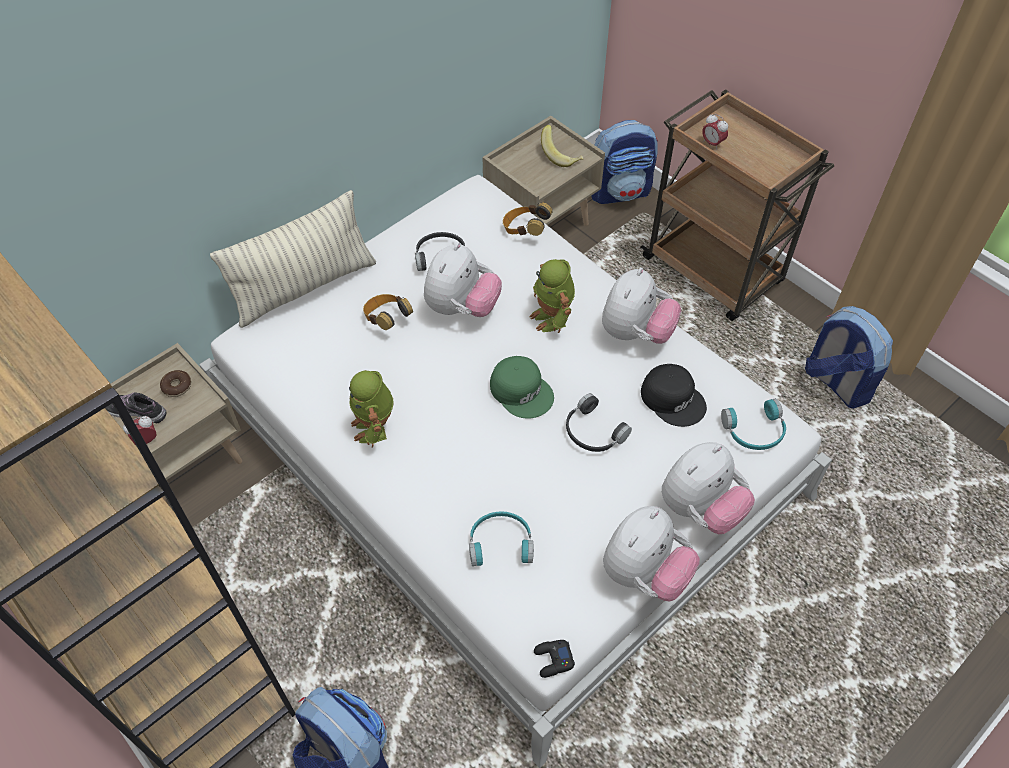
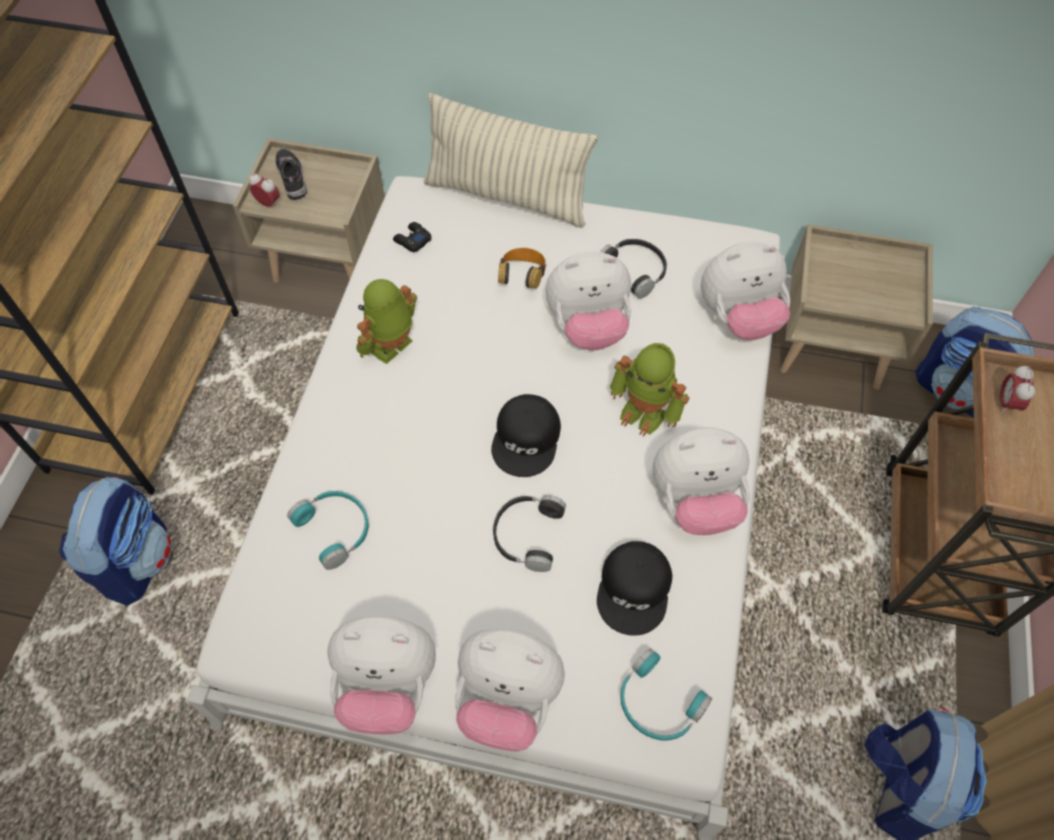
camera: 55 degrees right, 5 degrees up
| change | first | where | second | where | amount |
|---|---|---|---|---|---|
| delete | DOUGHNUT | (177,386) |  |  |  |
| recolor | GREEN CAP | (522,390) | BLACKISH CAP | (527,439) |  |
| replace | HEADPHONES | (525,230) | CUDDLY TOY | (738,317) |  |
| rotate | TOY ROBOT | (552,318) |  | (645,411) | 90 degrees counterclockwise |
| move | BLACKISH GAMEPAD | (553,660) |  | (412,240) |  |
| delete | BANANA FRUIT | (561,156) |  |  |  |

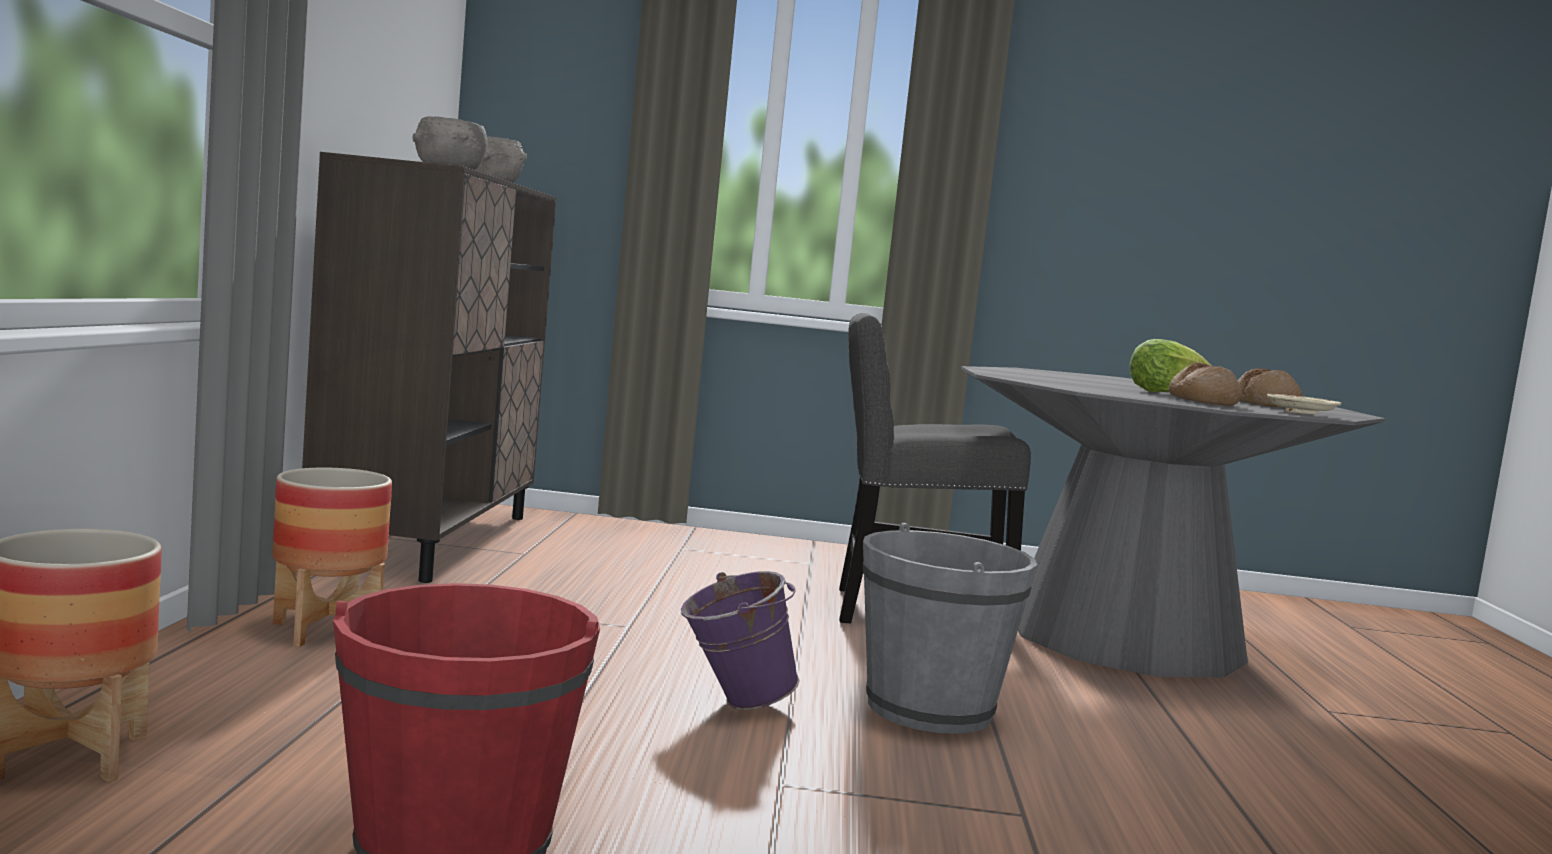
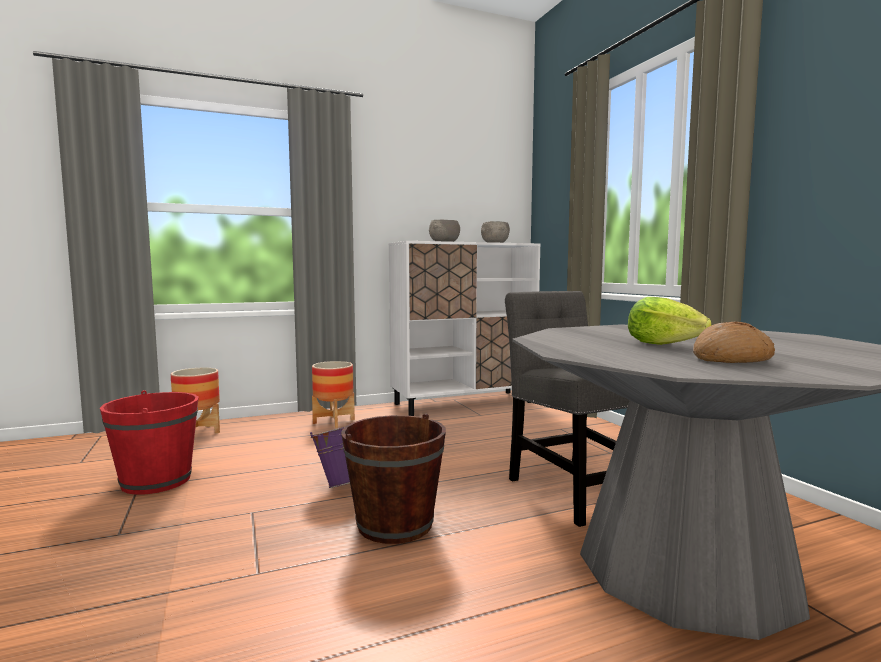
camera: 65 degrees right, 0 degrees up
| change | first | where | second | where | amount |
|---|---|---|---|---|---|
| recolor | BROWN STORAGE CABINET | (429,540) | WHITE-COLOURED STORAGE CABINET | (464,403) |  |
| recolor | GRAY BUCKET | (929,709) | BROWN BUCKET | (395,524) |  |
| delete | BAKED BREAD | (1202,401) |  |  |  |
| delete | BEIGE-COLOURED PLATE | (1301,413) |  |  |  |

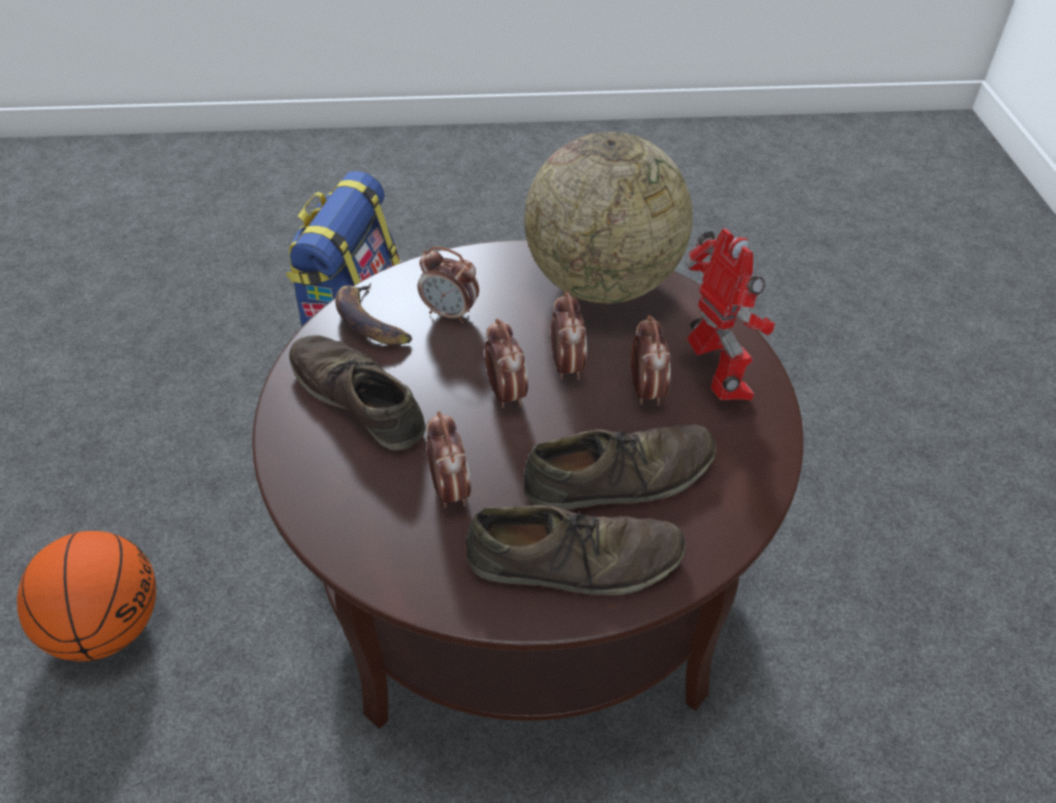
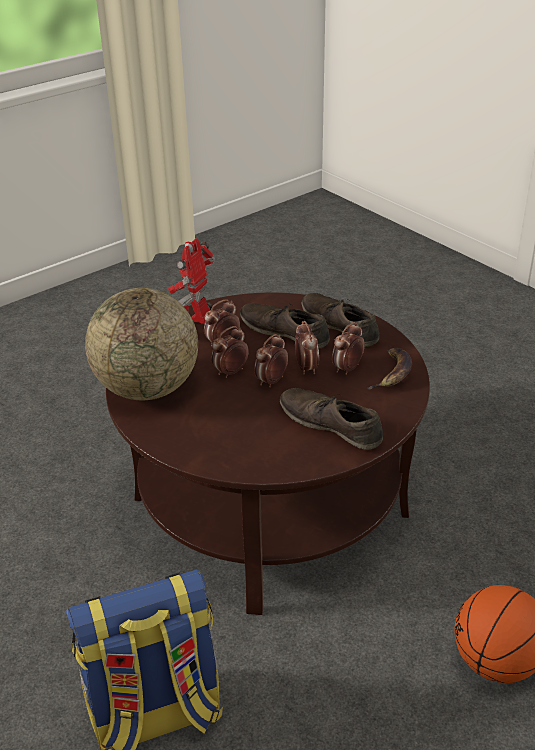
camera: 125 degrees left, 10 degrees down
| change | first | where | second | where | amount |
|---|---|---|---|---|---|
| rotate | BROWN LOW SHOE | (358,399) |  | (330,424) | 120 degrees clockwise |
| move | BANANA FRUIT | (370,322) |  | (392,373) |  |
| move | ALARM CLOCK | (450,314) |  | (306,368) |  |

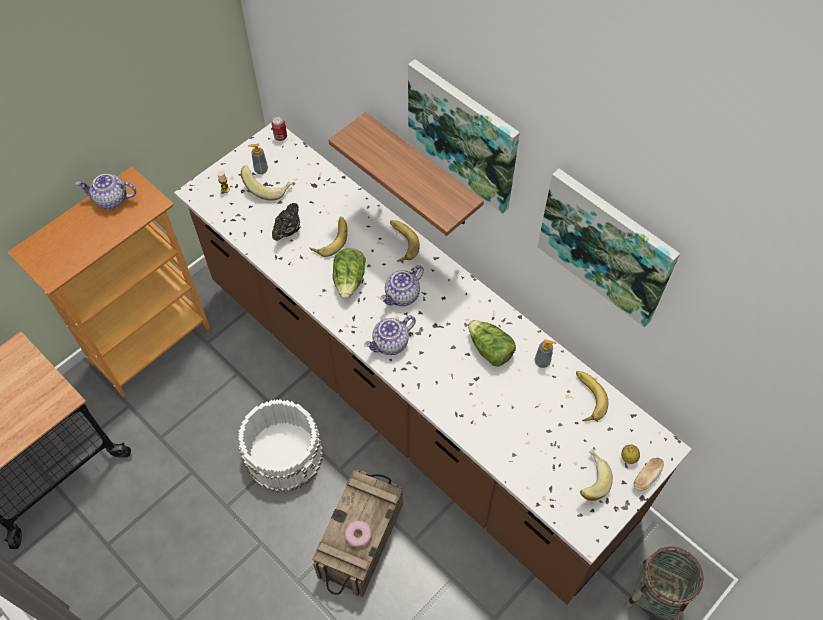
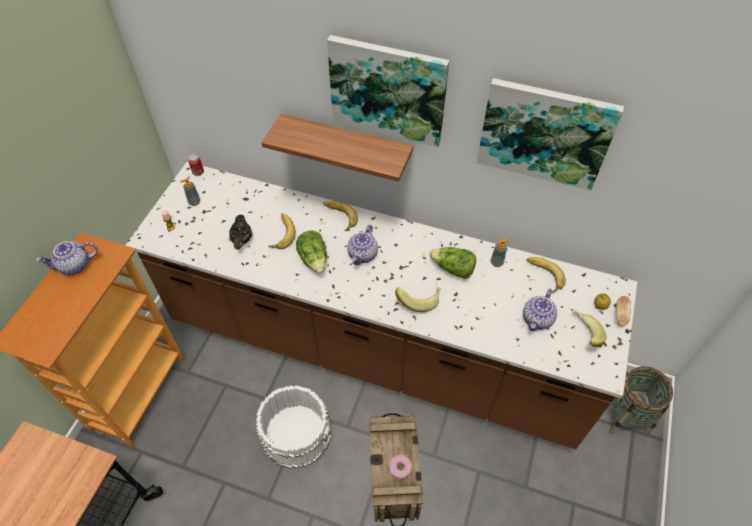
camera: 25 degrees left, 5 degrees down
| change | first | where | second | where | amount |
|---|---|---|---|---|---|
| move | BANANA FRUIT | (268,188) |  | (418,300) |  |
| move | TEA POT | (390,344) |  | (537,319) |  |

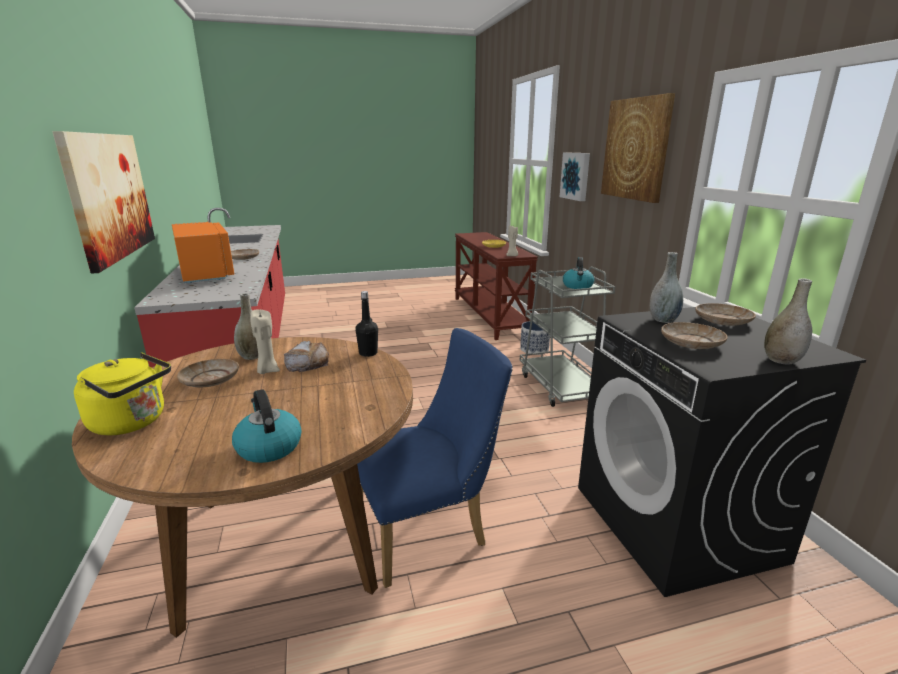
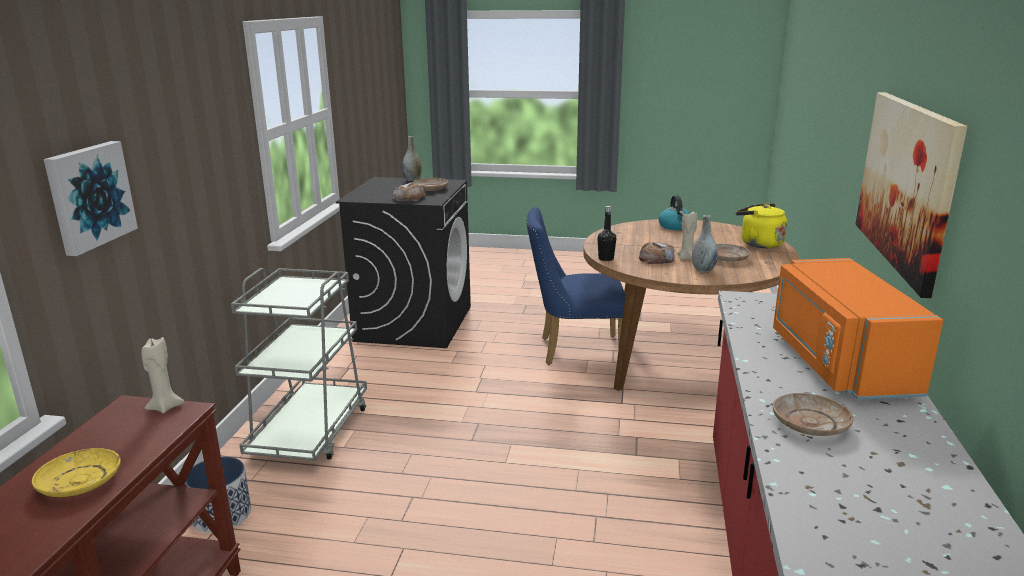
camera: 155 degrees left, 0 degrees up
| change | first | where | second | where | amount |
|---|---|---|---|---|---|
| delete | TEA KETTLE | (578,286) |  |  |  |
| delete | PICTURE | (636,149) |  |  |  |
| replace | GRAY FLOWER VASE | (663,320) | BAKED BREAD | (409,198) |  |
| delete | BEIGE-COLOURED PLATE | (722,321) |  |  |  |

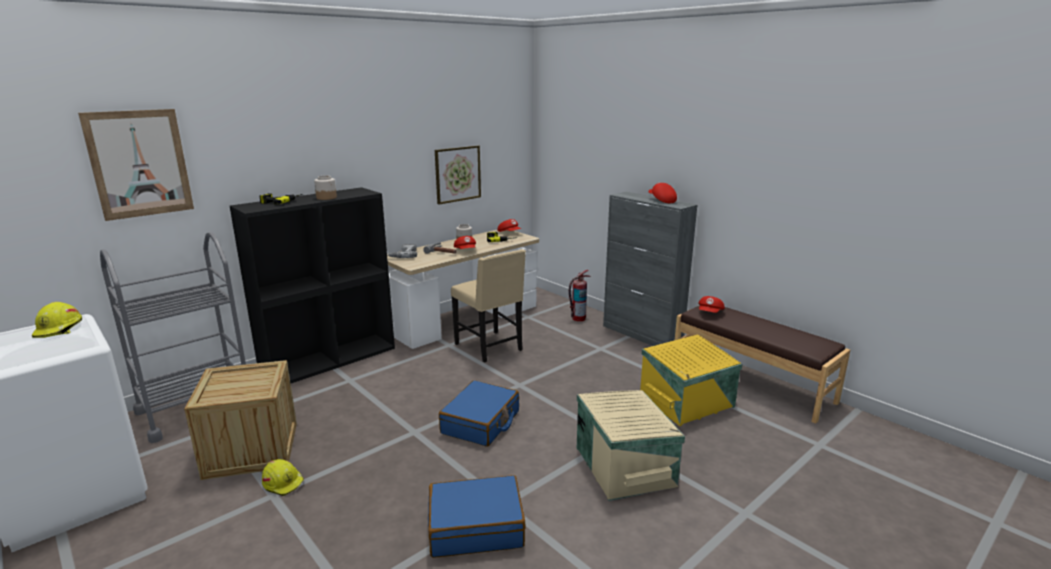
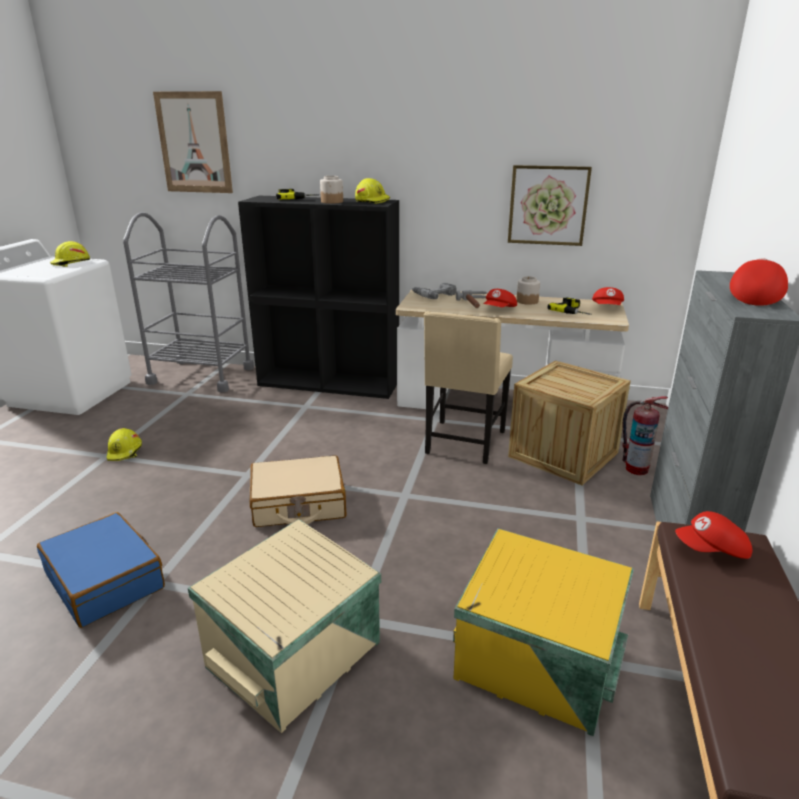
camera: 55 degrees right, 5 degrees up
| change | first | where | second | where | amount |
|---|---|---|---|---|---|
| move | CRATE | (252,450) |  | (563,454) |  |
| recolor | BLUE-COLOURED TRAVEL CASE | (481,423) | BEIGE-COLOURED TRAVEL CASE | (298,504) |  |
| insert |  |  | YELLOW HARD HAT | (372,201) |  |

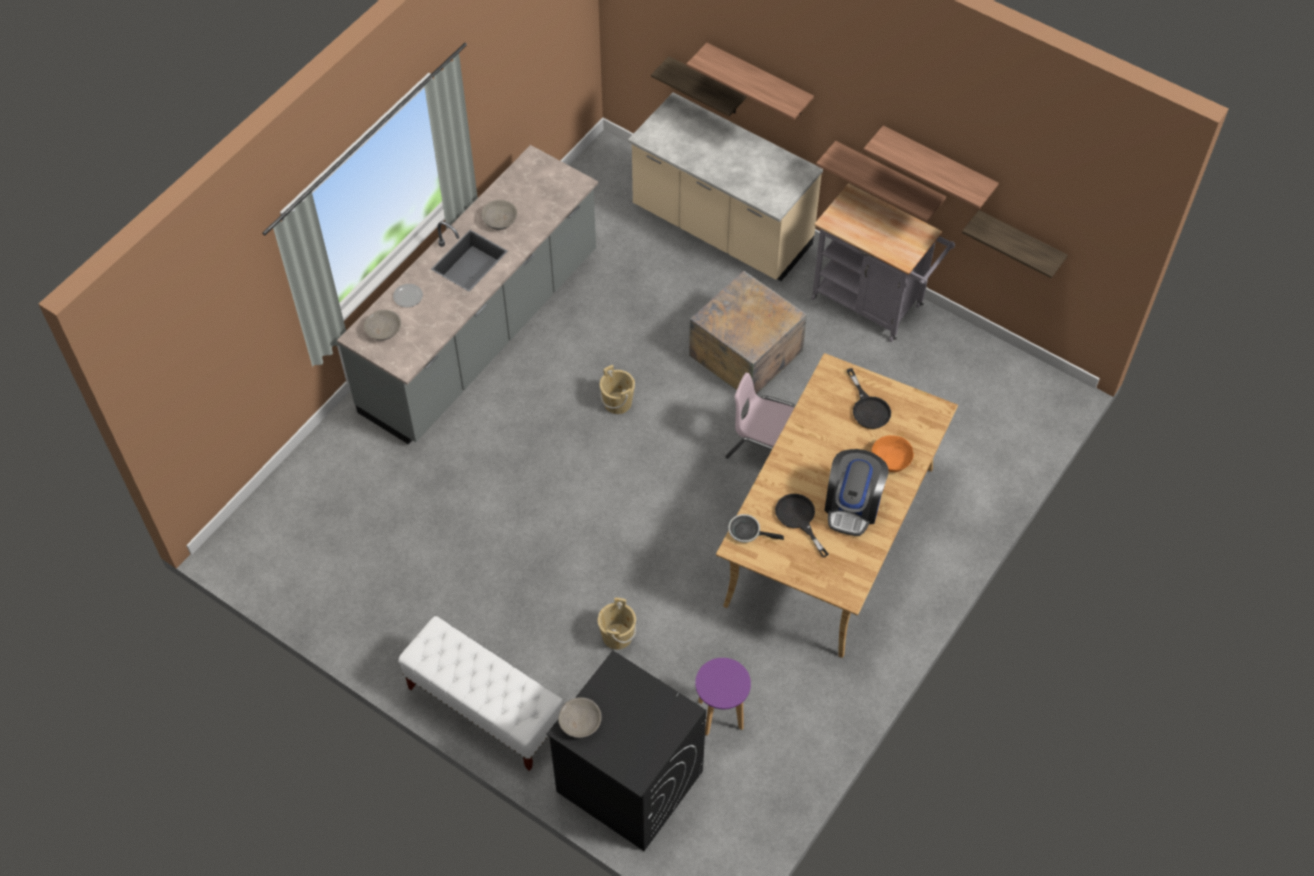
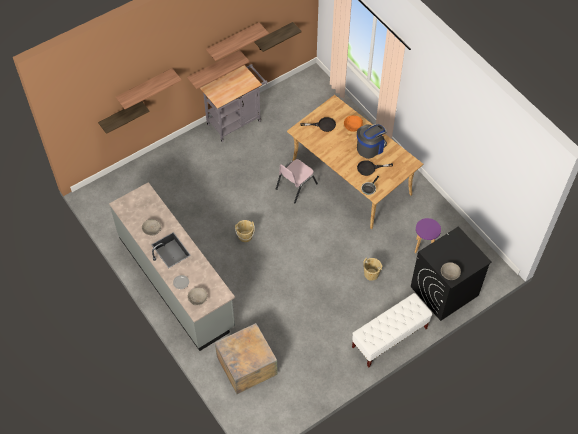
camera: 70 degrees left, 0 degrees up
| change | first | where | second | where | amount |
|---|---|---|---|---|---|
| delete | BEIGE-COLOURED KITCHEN BASE UNIT | (721,229) |  |  |  |
| move | CRATE | (746,354) |  | (248,366) |  |
| rotate | COFFEE MACHINE | (852,506) |  | (370,147) | 75 degrees counterclockwise |

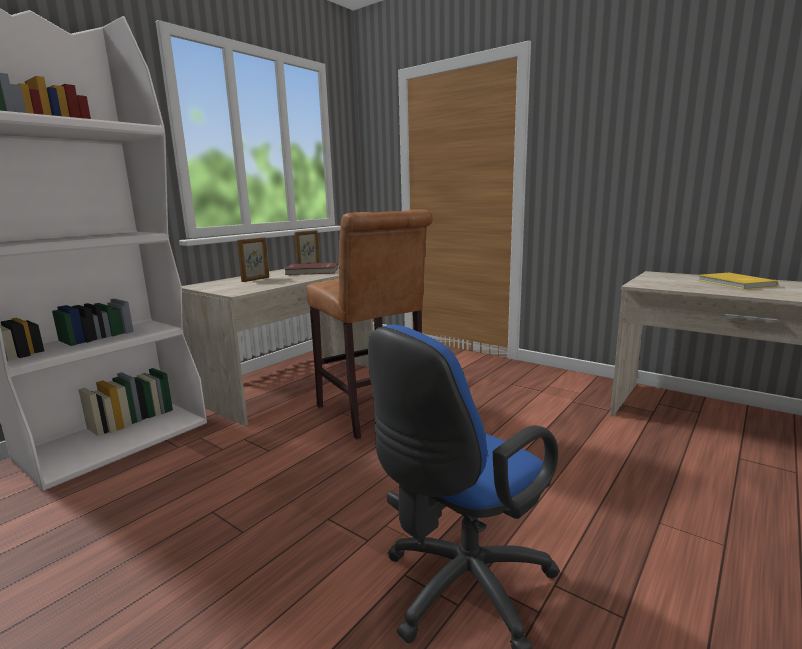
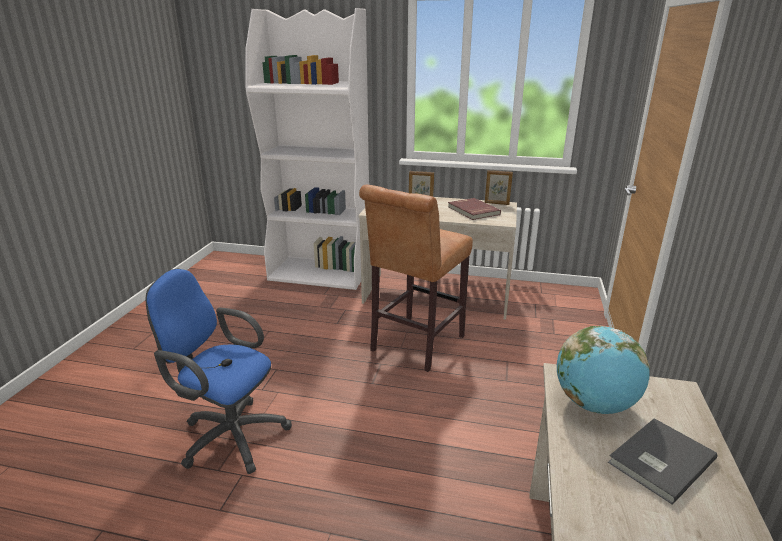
camera: 65 degrees right, 10 degrees up
| change | first | where | second | where | amount |
|---|---|---|---|---|---|
| recolor | YELLOW VOLUME | (734,283) | GRAY VOLUME | (658,460) |  |
| insert |  |  | GLOBE | (594,404) |  |

